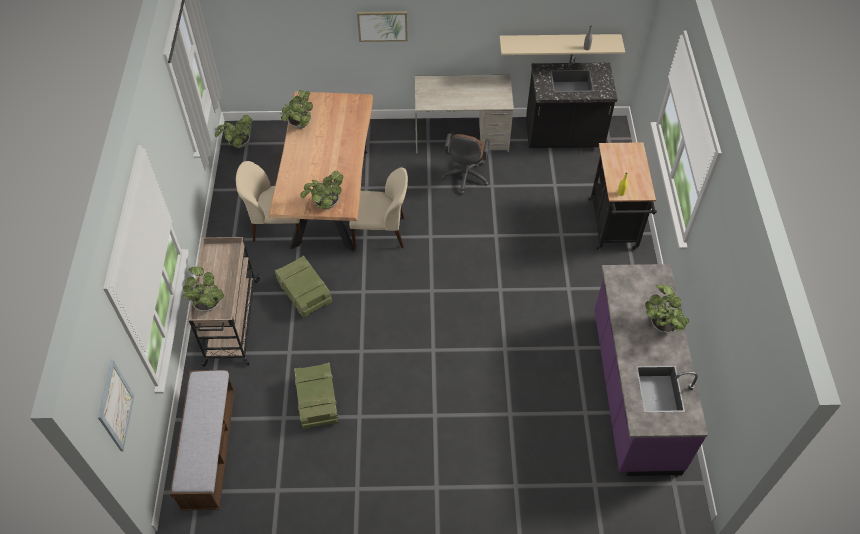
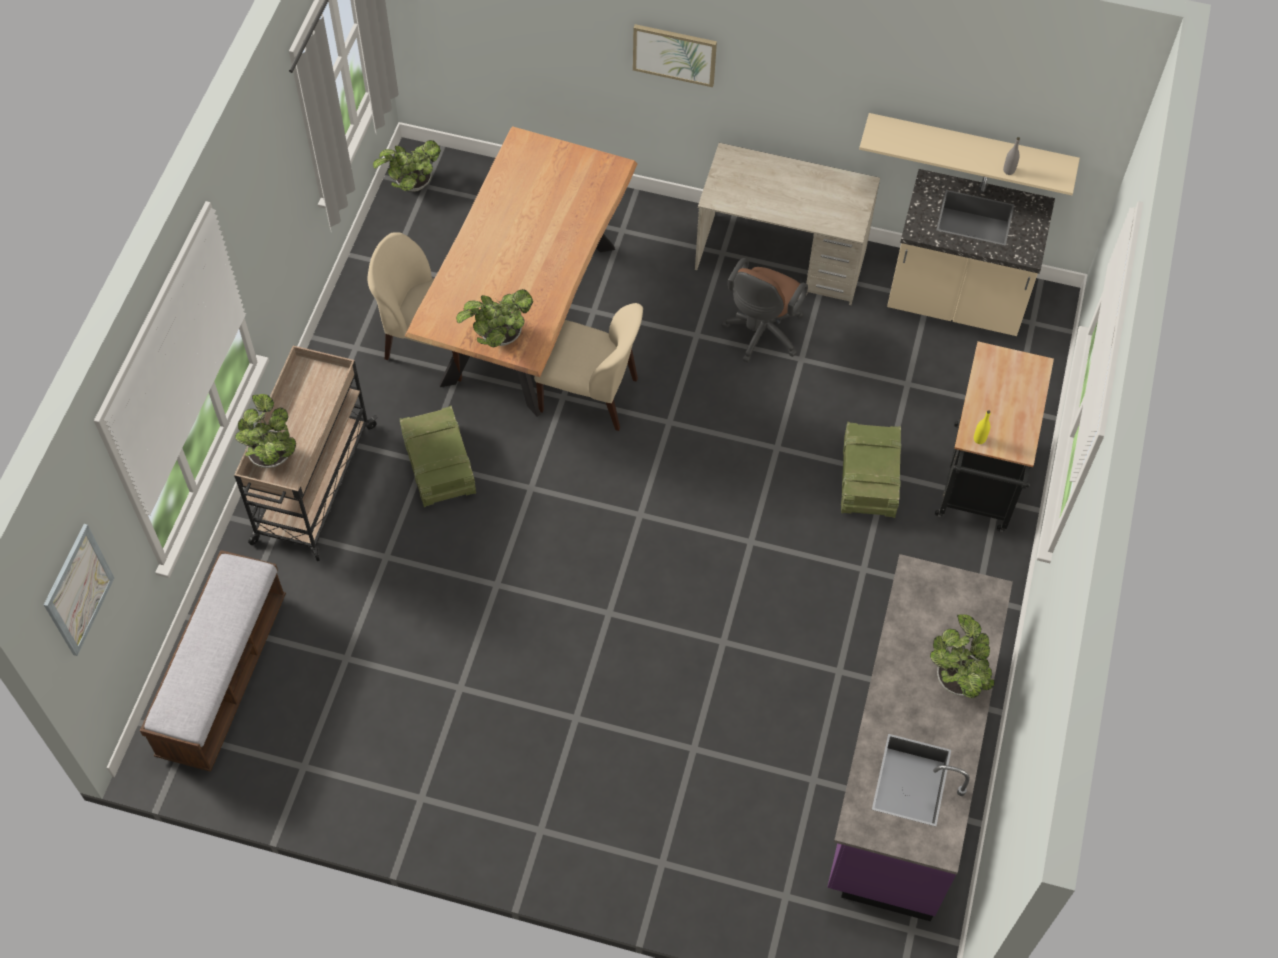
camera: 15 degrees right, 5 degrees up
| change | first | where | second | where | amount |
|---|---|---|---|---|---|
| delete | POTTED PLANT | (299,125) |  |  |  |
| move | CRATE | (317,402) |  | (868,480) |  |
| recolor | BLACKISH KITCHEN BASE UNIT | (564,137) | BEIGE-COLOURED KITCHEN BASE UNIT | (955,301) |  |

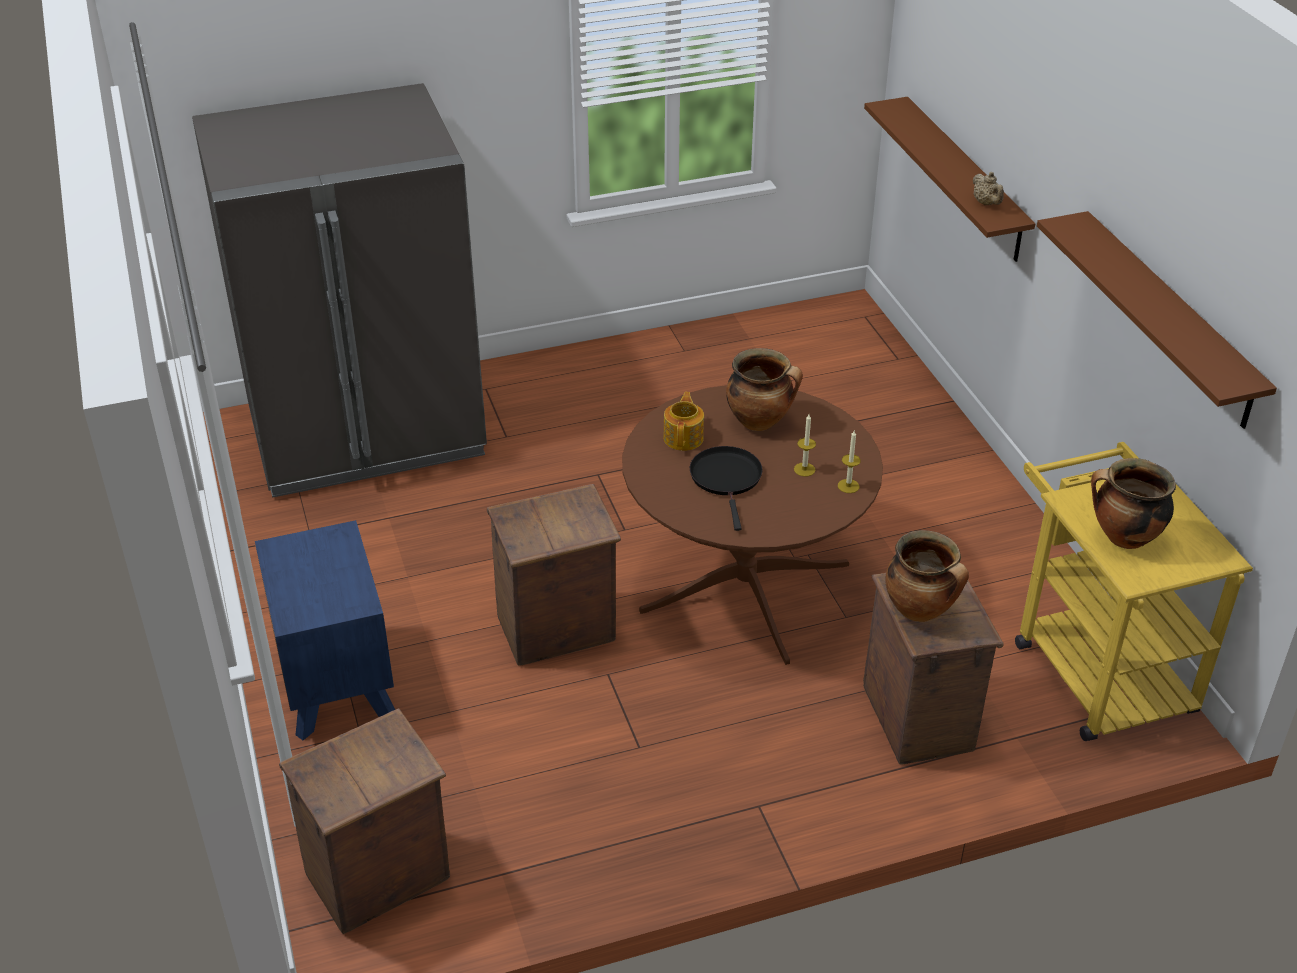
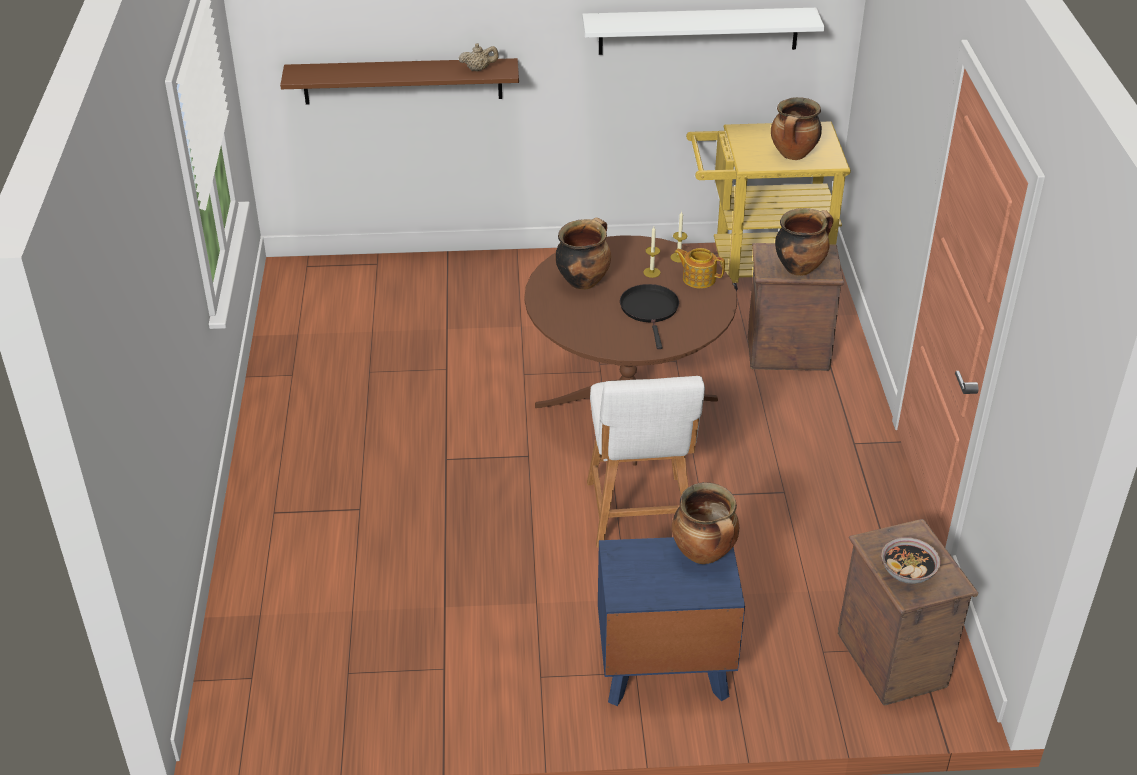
camera: 75 degrees left, 0 degrees up
| change | first | where | second | where | amount |
|---|---|---|---|---|---|
| delete | GRAY KITCHEN FRIDGE | (367,433) |  |  |  |
| replace | CRATE | (558,629) | WHITE-COLOURED SITTING STOOL | (639,515) |  |
| move | TEA POT | (684,437) |  | (698,278) |  |
| rotate | BLACKISH PAN | (727,479) |  | (650,310) | 75 degrees clockwise |
| recolor | BROWN WALL SHELF | (1168,319) | WHITE-COLOURED WALL SHELF | (698,31) |  |
| insert |  |  | SAUCEPOT | (705,554) |  |
| insert |  |  | SERVING BOWL | (908,571) |  |

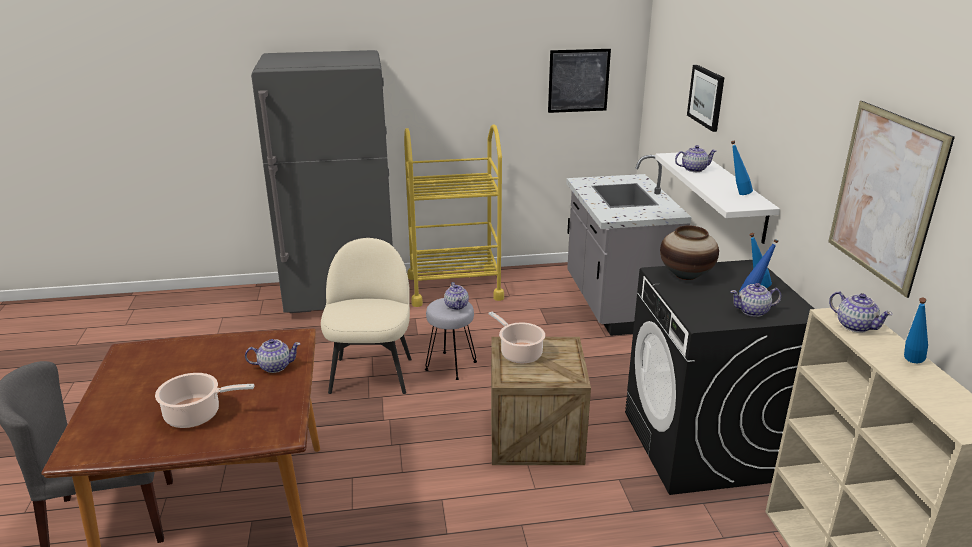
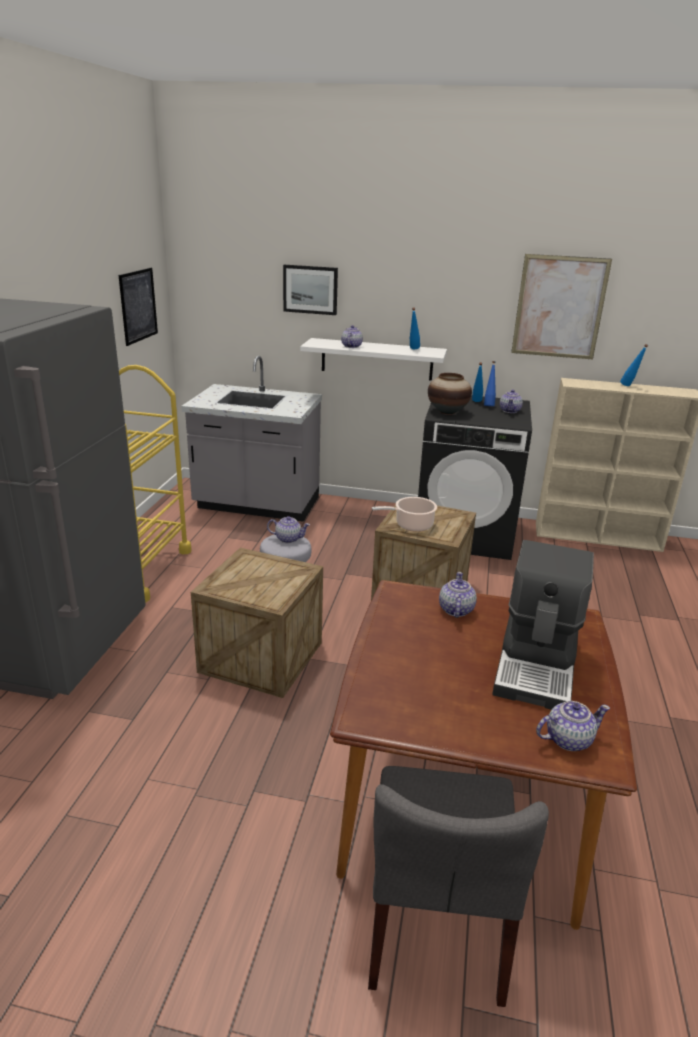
camera: 70 degrees left, 0 degrees up
| change | first | where | second | where | amount |
|---|---|---|---|---|---|
| replace | SAUCEPOT | (196,415) | COFFEE MACHINE | (537,665) |  |
| replace | BEIGE-COLOURED UPRIGHT CHAIR | (371,374) | CRATE | (261,657) |  |
| move | TEA POT | (855,326) |  | (567,739) |  |

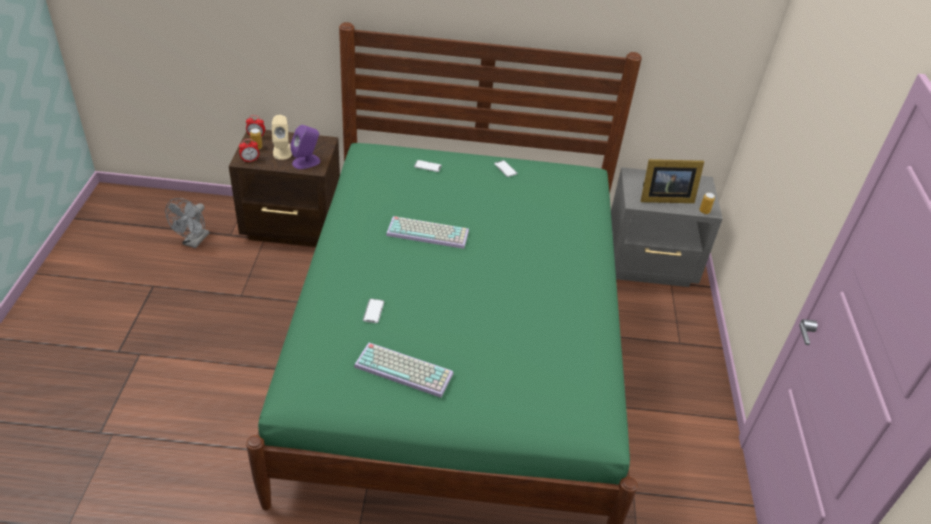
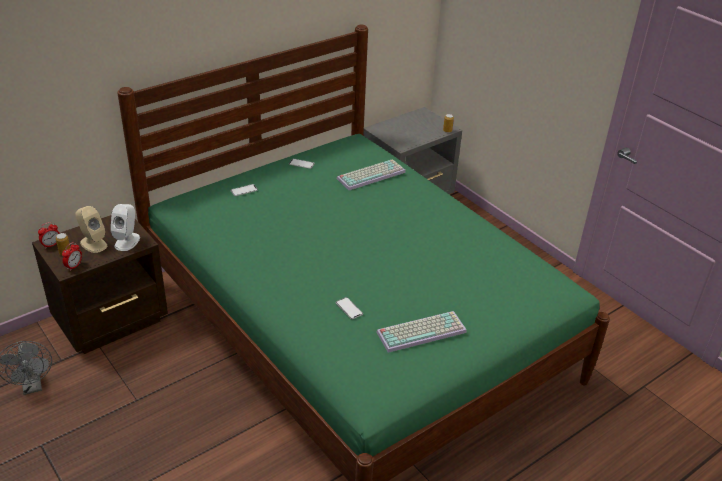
camera: 40 degrees left, 5 degrees down
| change | first | where | second | where | amount |
|---|---|---|---|---|---|
| recolor | PURPLISH SPEAKER | (306,162) | WHITE-COLOURED SPEAKER | (127,241) |  |
| move | PC KEYBOARD | (429,232) |  | (371,174) |  |
| delete | STANDING FRAME | (664,198) |  |  |  |

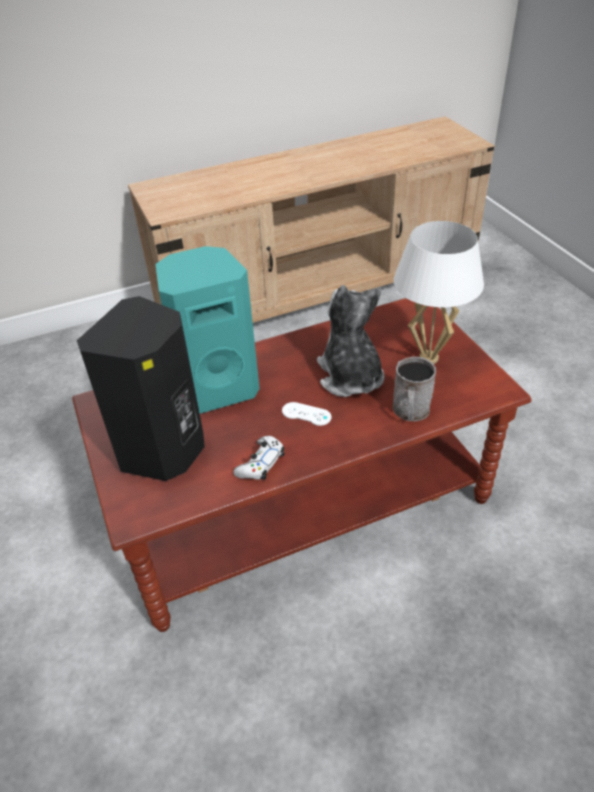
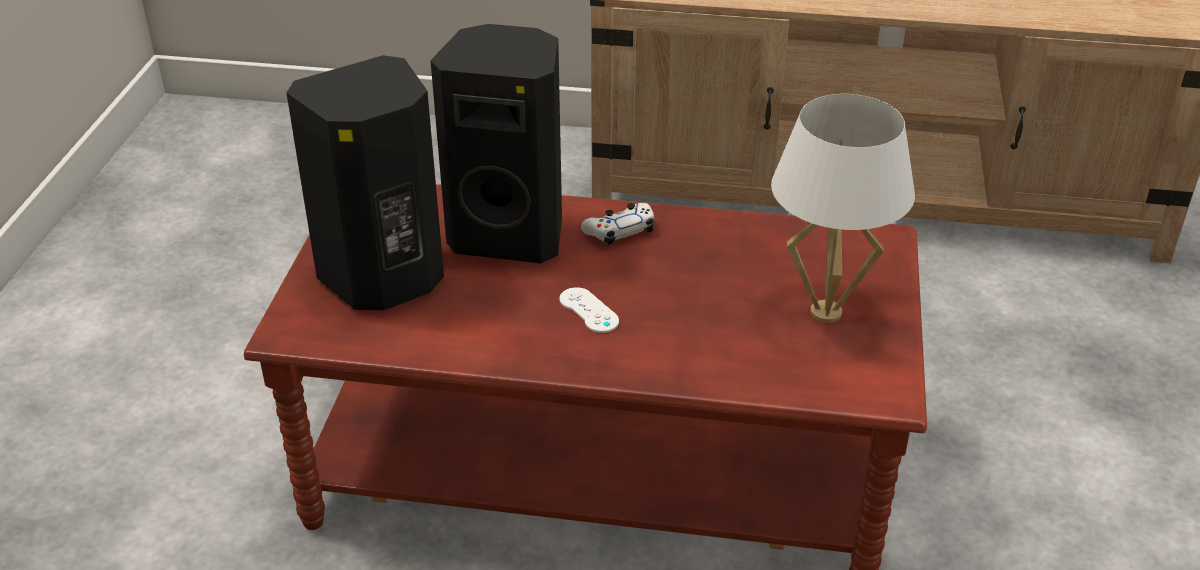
camera: 30 degrees right, 5 degrees down
| change | first | where | second | where | amount |
|---|---|---|---|---|---|
| recolor | BLUE-GREEN SPEAKER | (217,388) | BLACKISH SPEAKER | (510,235) |  |
| move | WHITE-COLOURED GAMEPAD | (260,463) |  | (620,230) |  |
| delete | CUDDLY TOY | (350,377) |  |  |  |
| delete | GRAY MUG | (411,412) |  |  |  |

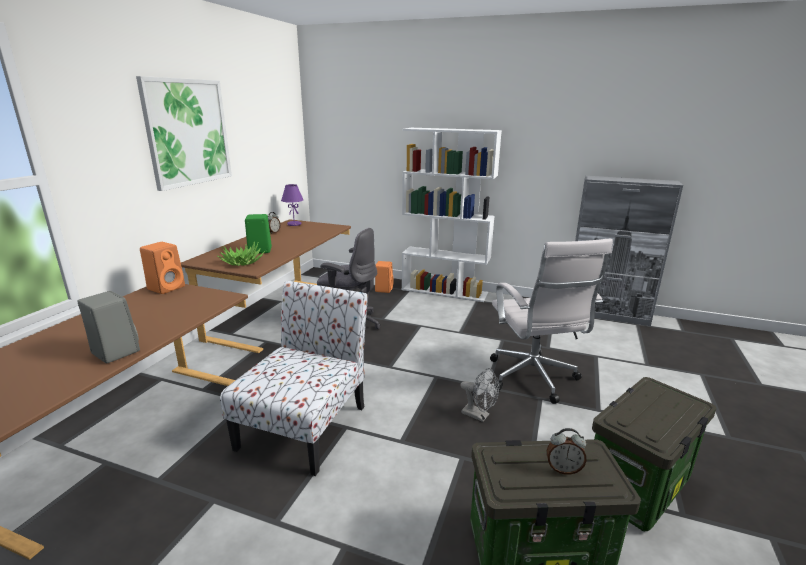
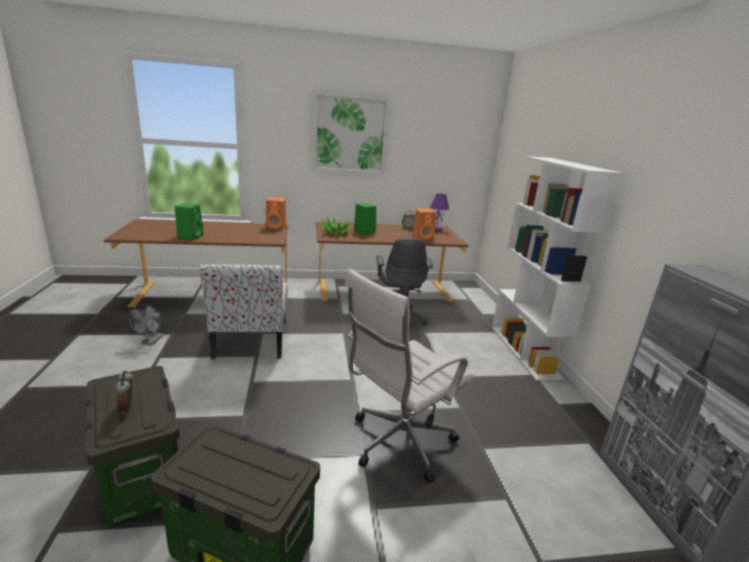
camera: 60 degrees right, 0 degrees up
| change | first | where | second | where | amount |
|---|---|---|---|---|---|
| recolor | GRAY SPEAKER | (114,352) | GREEN SPEAKER | (190,236) |  |
| rotate | UPRIGHT CHAIR | (305,425) |  | (250,340) | 90 degrees clockwise |
| move | ORANGE SPEAKER | (384,289) |  | (423,238) |  |
| move | GRAY ELECTRIC FAN | (479,415) |  | (151,341) |  |

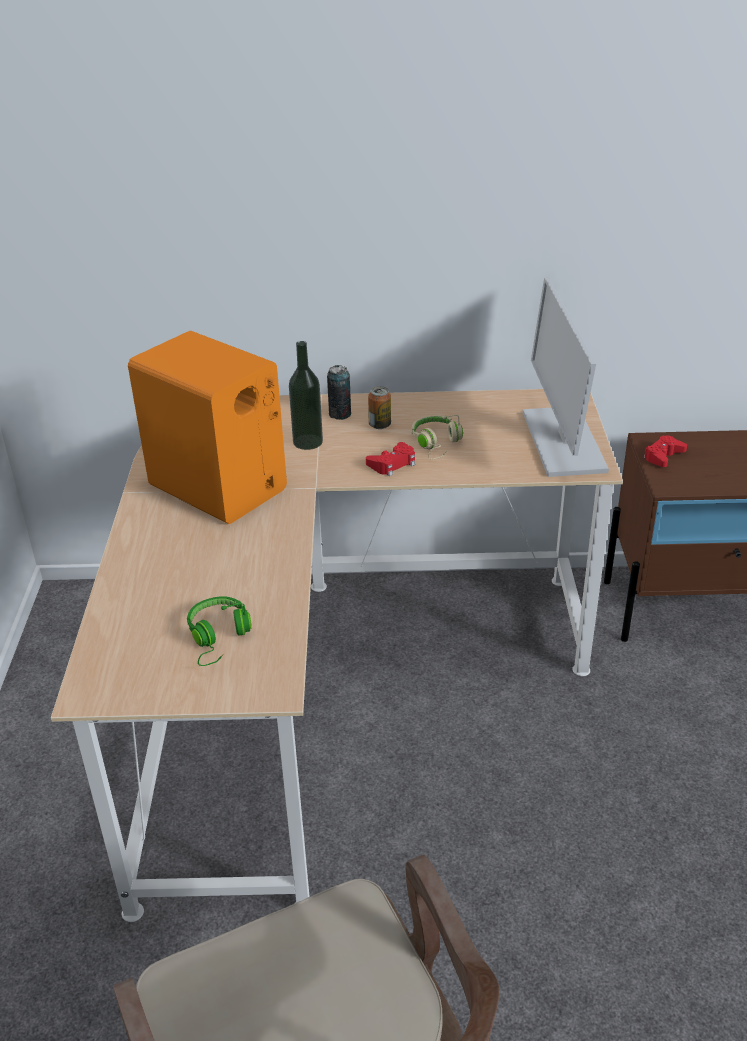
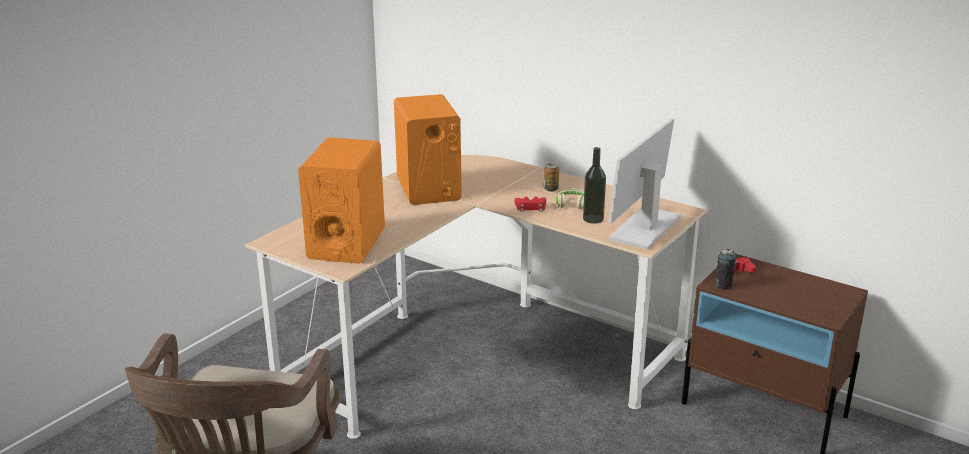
camera: 35 degrees right, 10 degrees down
| change | first | where | second | where | amount |
|---|---|---|---|---|---|
| replace | GREEN HEADPHONES | (219,637) | ORANGE SPEAKER | (346,243) |  |
| move | BOTTLE | (308,442) |  | (593,219) |  |
| move | SEALED CAN | (340,414) |  | (723,286) |  |

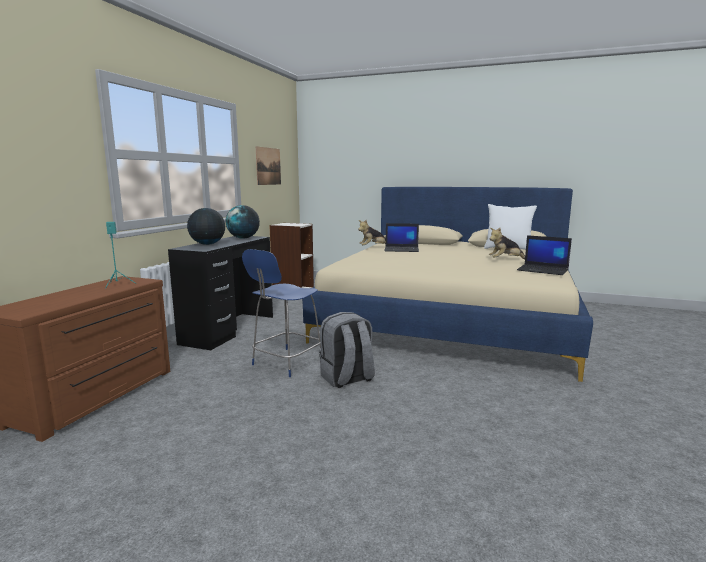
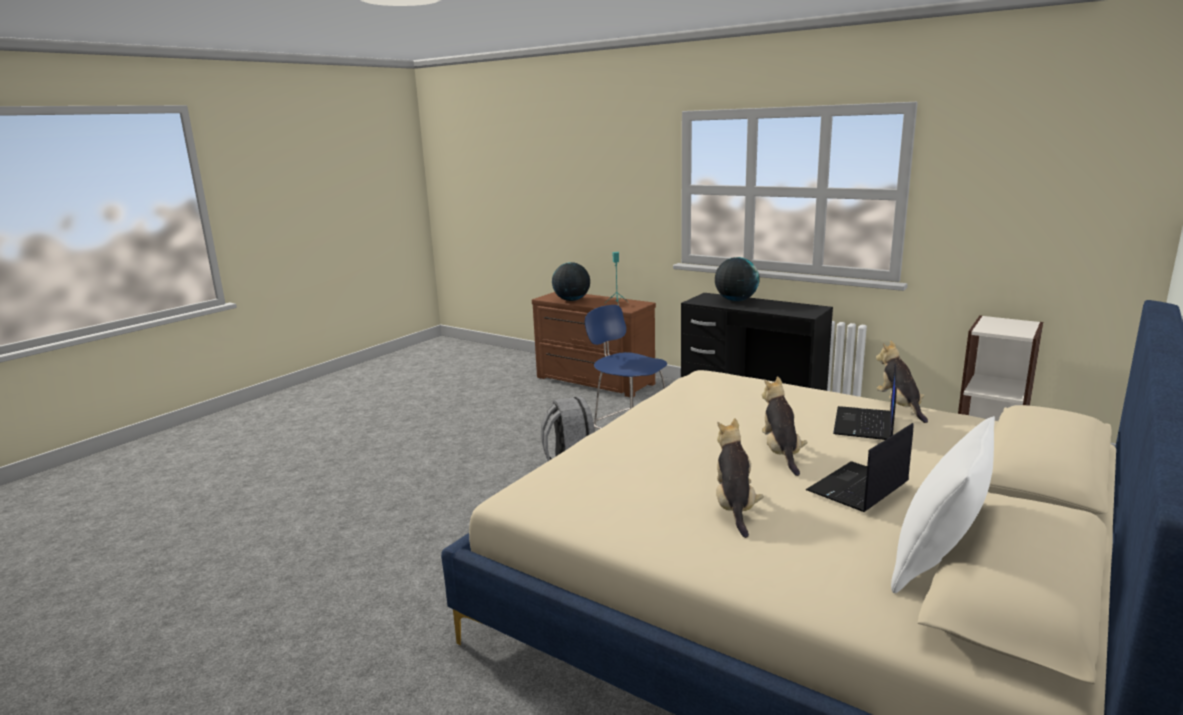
camera: 105 degrees right, 5 degrees up
| change | first | where | second | where | amount |
|---|---|---|---|---|---|
| move | GLOBE | (243,238) |  | (571,300) |  |
| delete | PICTURE | (268,166) |  |  |  |
| move | PORTABLE COMPUTER | (543,270) |  | (858,488) |  |
| insert |  |  | CUDDLY TOY | (781,453) |  |

